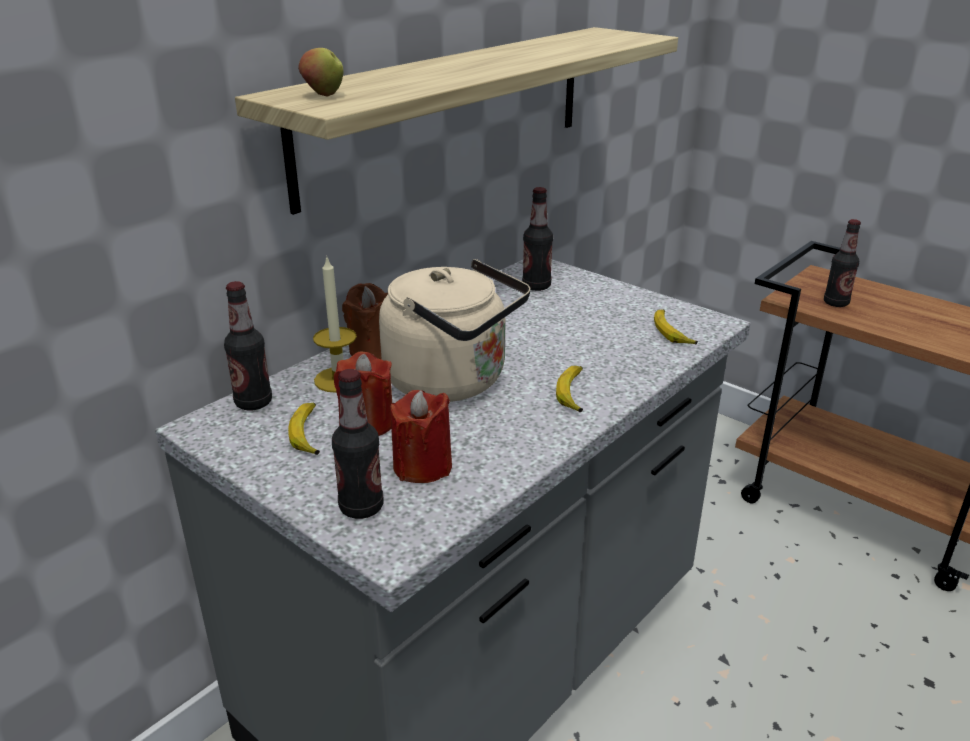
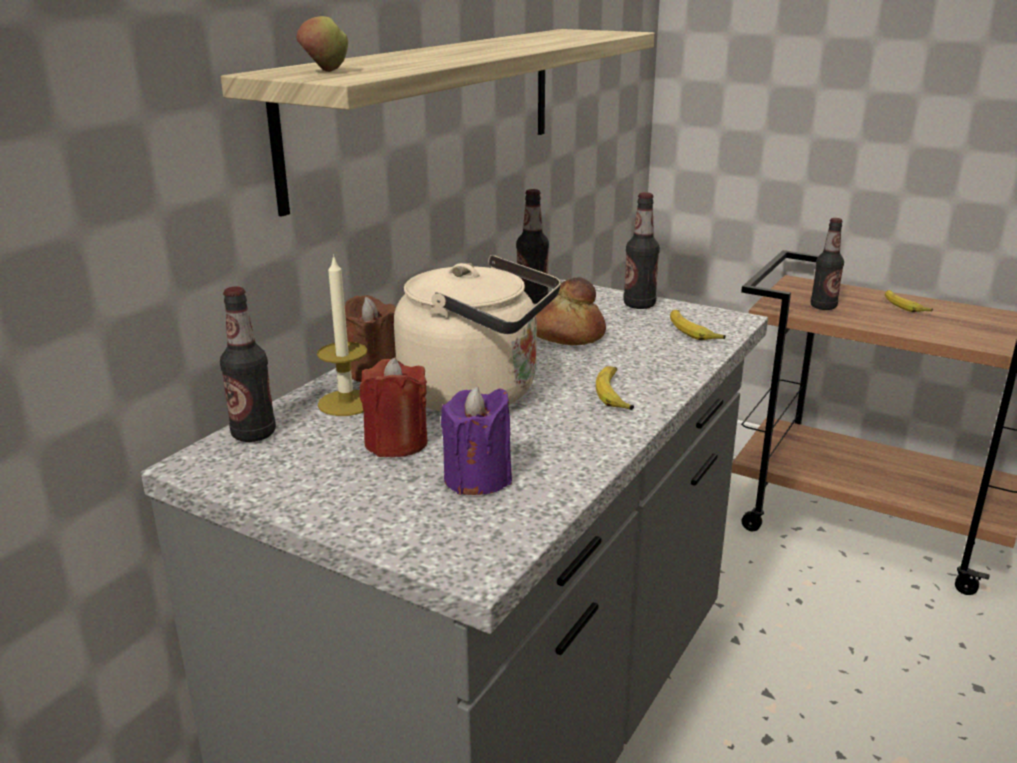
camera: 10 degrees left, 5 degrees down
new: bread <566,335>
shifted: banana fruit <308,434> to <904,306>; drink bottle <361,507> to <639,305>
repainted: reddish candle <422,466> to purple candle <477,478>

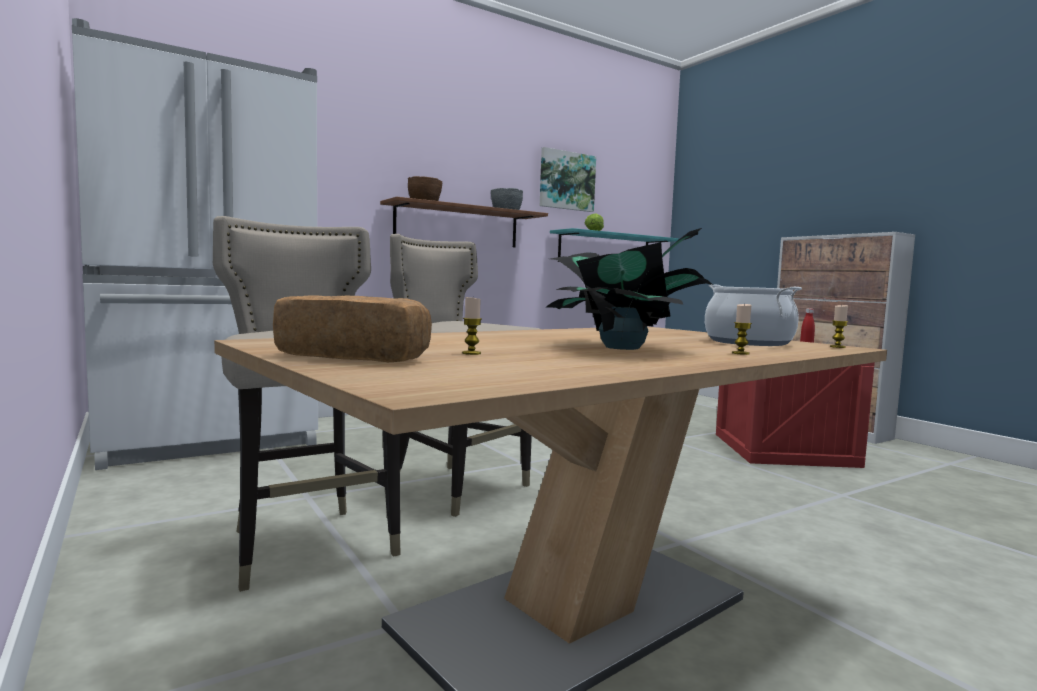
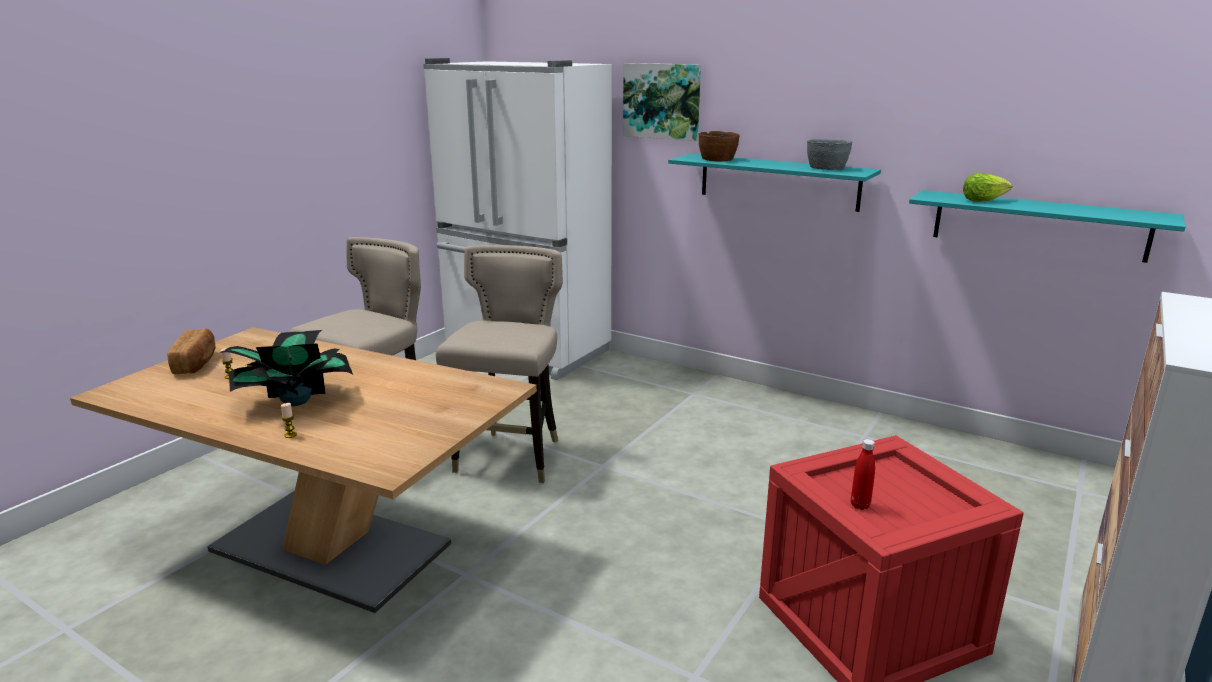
camera: 65 degrees right, 15 degrees up
gone: saucepot <748,342>; candle <837,347>
shifted: wall art <566,181> to <662,101>
repainted: brown-coloured shelf <457,226> to turquoise shelf <778,181>

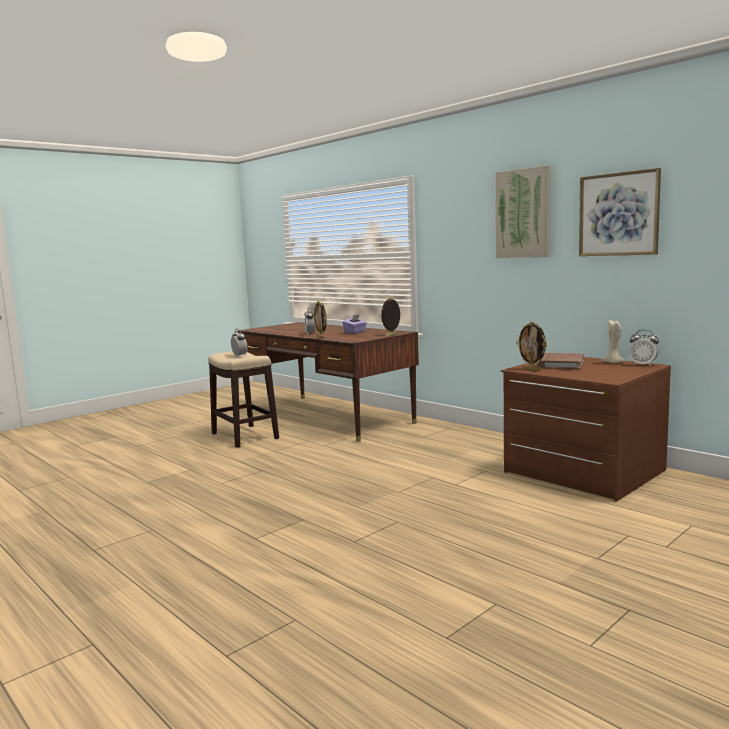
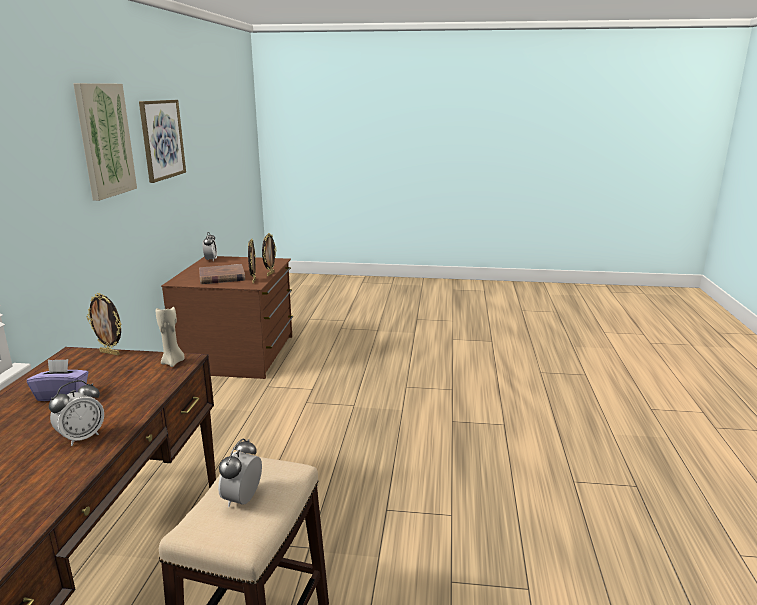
camera: 130 degrees left, 10 degrees up
shifted: standing frame <321,338> to <270,274>; beige-coloured candle <613,363> to <173,362>

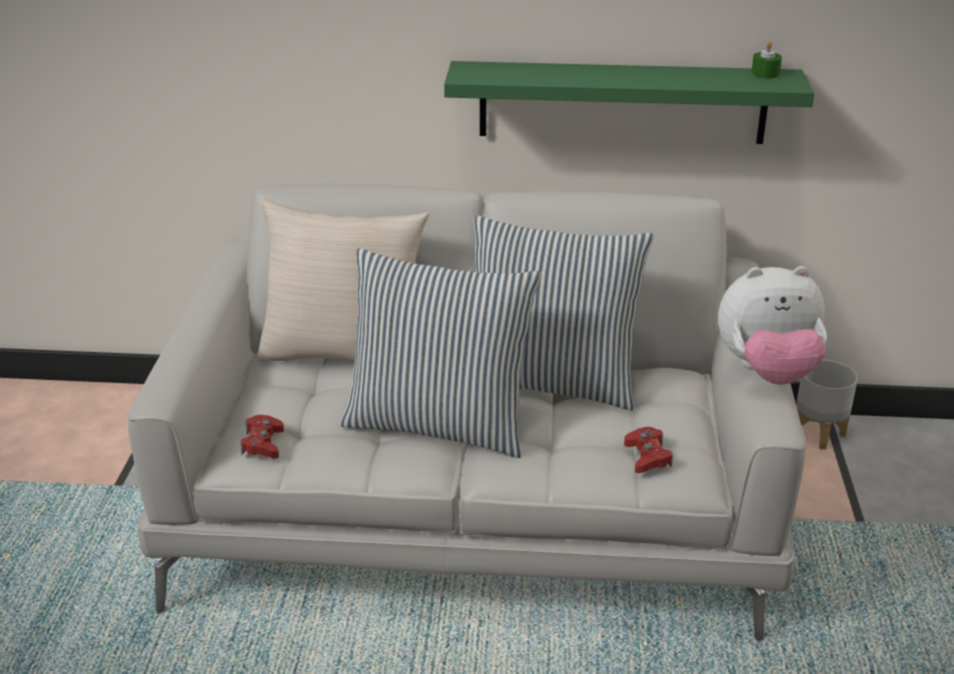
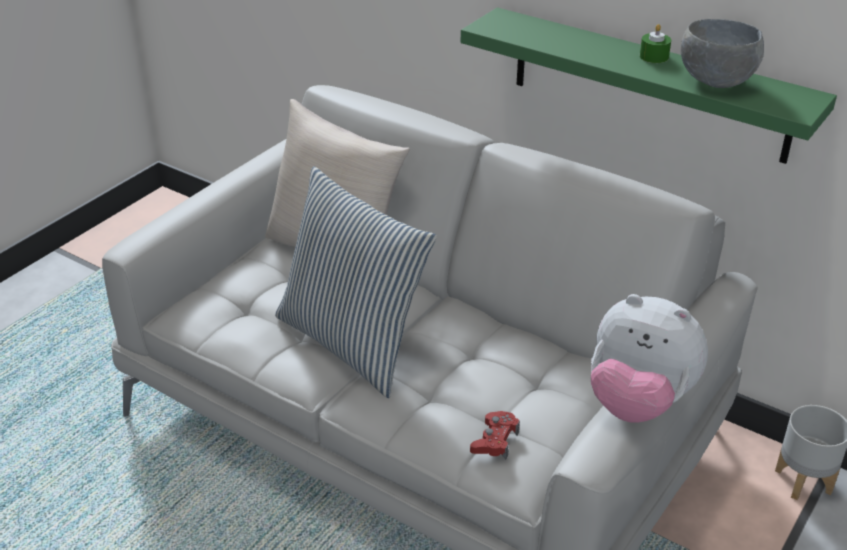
camera: 30 degrees right, 5 degrees up
gone: reddish game controller <263,443>; cushion <549,382>
new: gray bowl <716,82>
shifted: greenish candle <765,74> to <654,56>

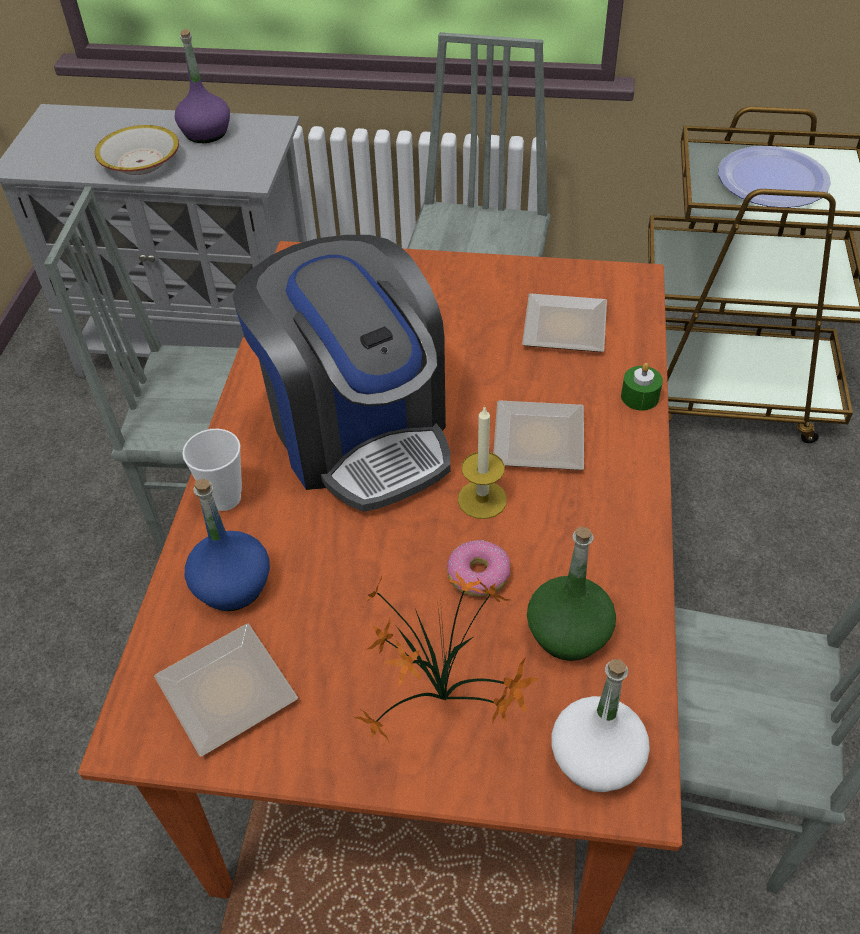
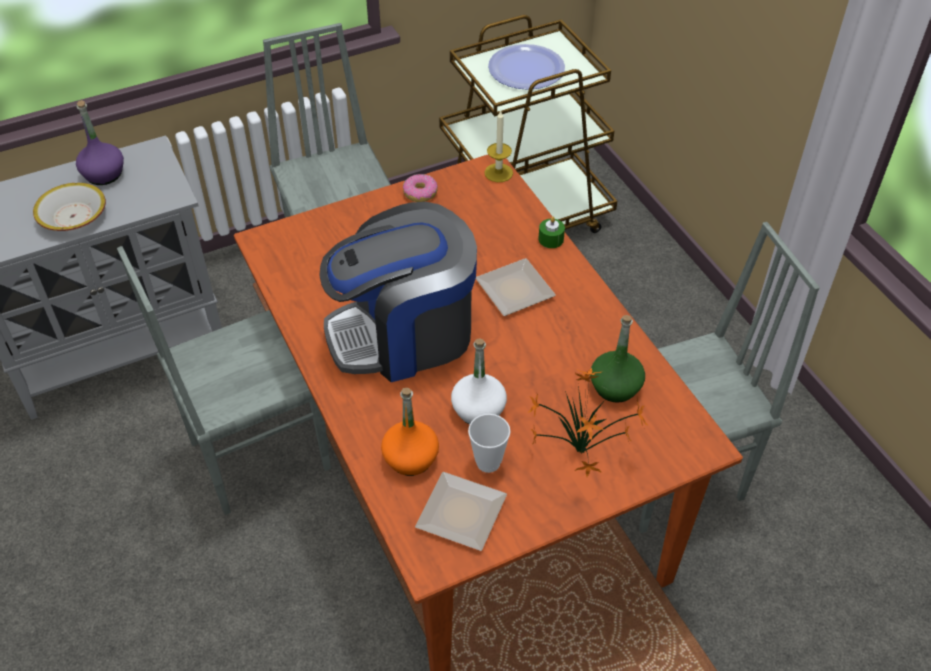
camera: 35 degrees left, 0 degrees up
gone: dinner plate <561,329>
shifted: drinking cup <225,498> to <488,462>; ring doughnut <478,575> to <420,193>; candle <482,499> to <498,173>; white drink bottle <596,757> to <478,410>
repainted: blue-coloured drink bottle <232,585> to orange drink bottle <410,458>
rotated: coffee brewer <358,431> = <404,334> 135 degrees clockwise

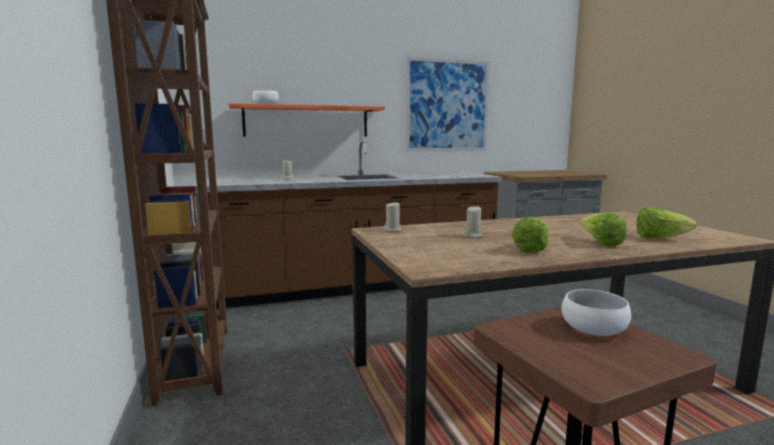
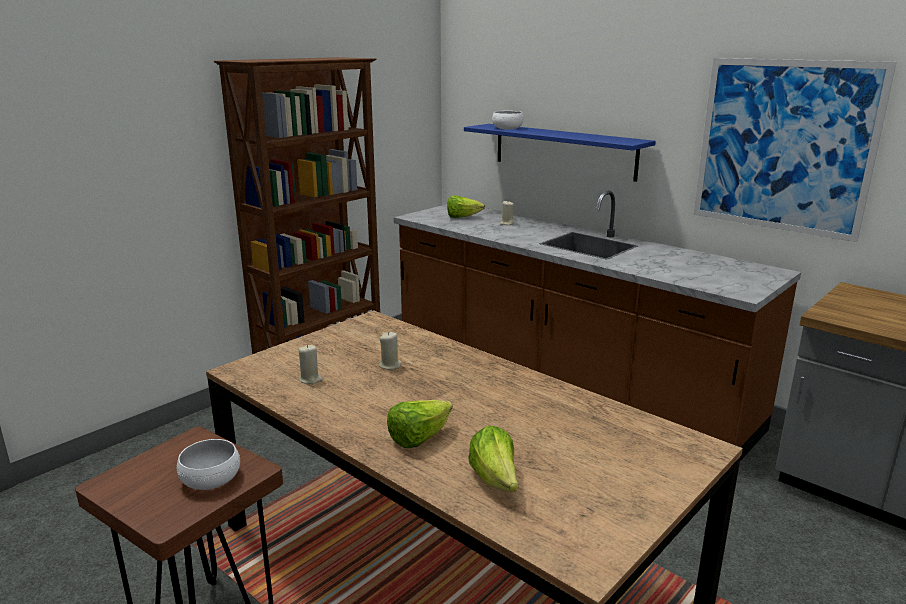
camera: 60 degrees right, 10 degrees up
shifted: beige-coloured candle <393,230> to <310,379>; head of lettuce <531,249> to <462,217>
repainted: orange shelf <307,121> to blue-coloured shelf <563,151>

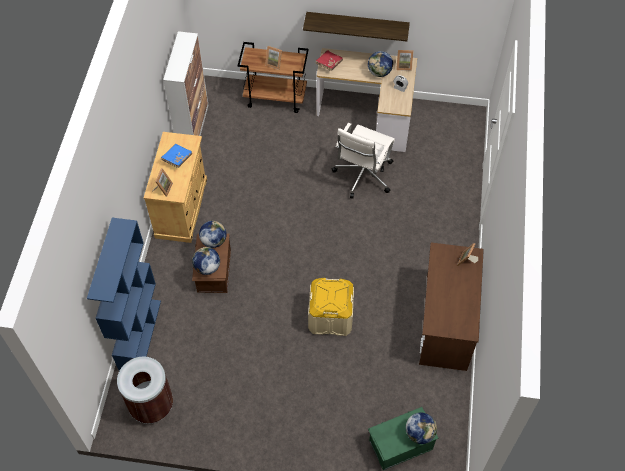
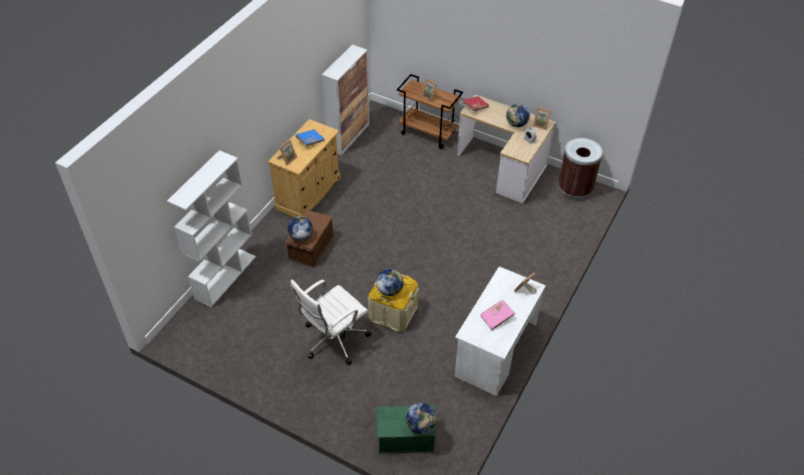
camera: 20 degrees right, 10 degrees down
gone: shelf <357,24>
new: pinkish volume <496,318>
shifted: brown-coloured trash can <151,405> to <575,189>; world globe <213,241> to <389,290>; white office chair <362,176> to <333,340>
repainted: blue-coloured bookcase <140,335> to white bookcase <225,277>; brown-coloured desk <446,322> to white desk <496,350>

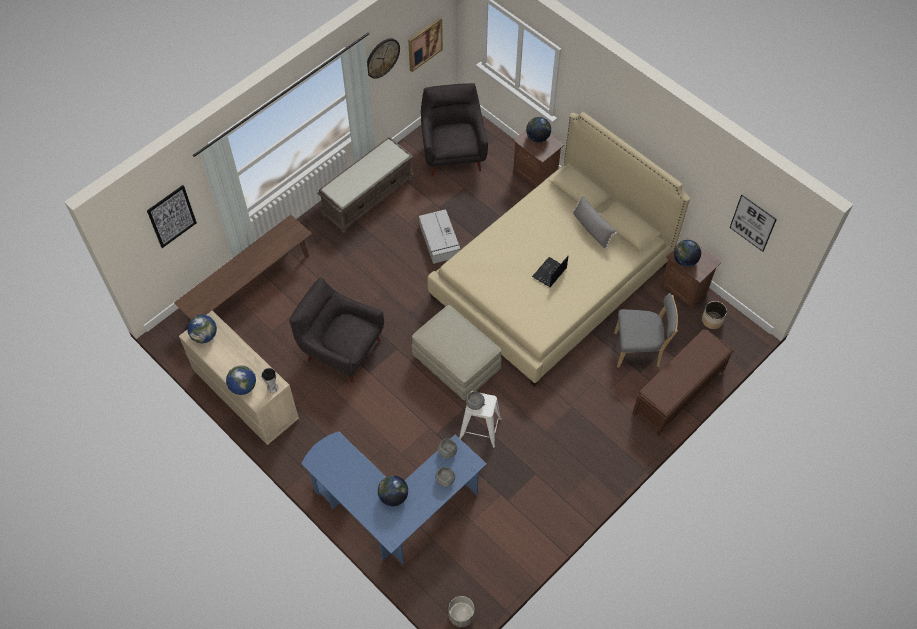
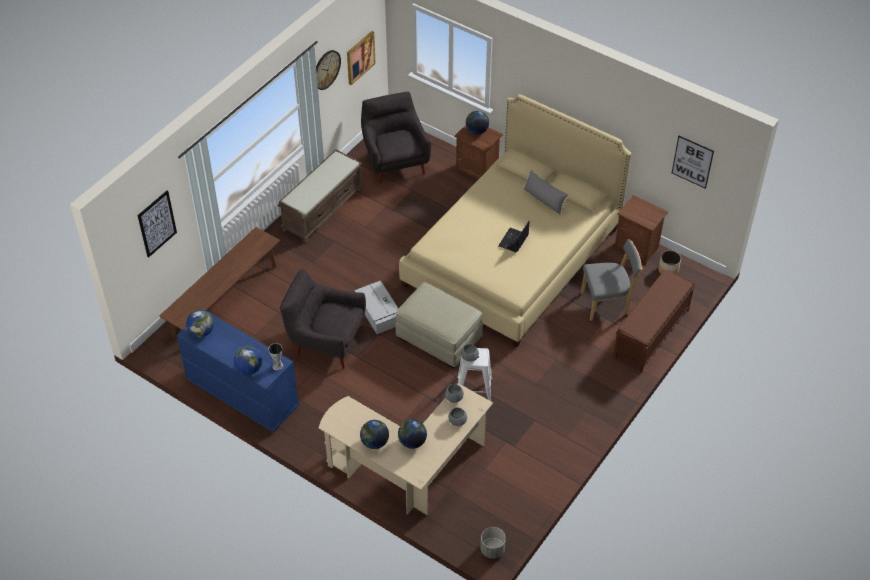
camera: 10 degrees left, 10 degrees down
shifted: gray storage container <439,241> to <379,312>; world globe <685,260> to <374,442>
repainted: beige-coloured chest of drawers <245,395> to blue-coloured chest of drawers <242,393>; blue-coloured desk <393,510> to beige-coloured desk <407,471>

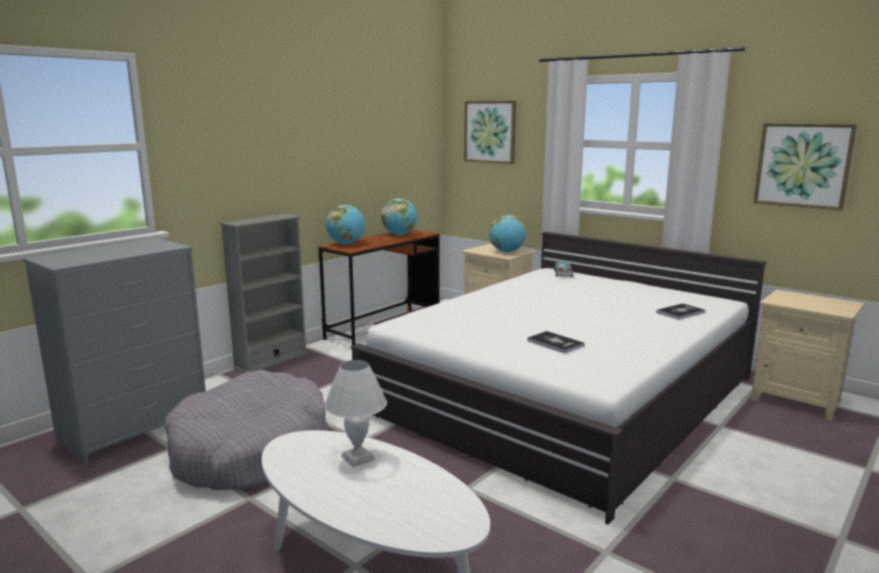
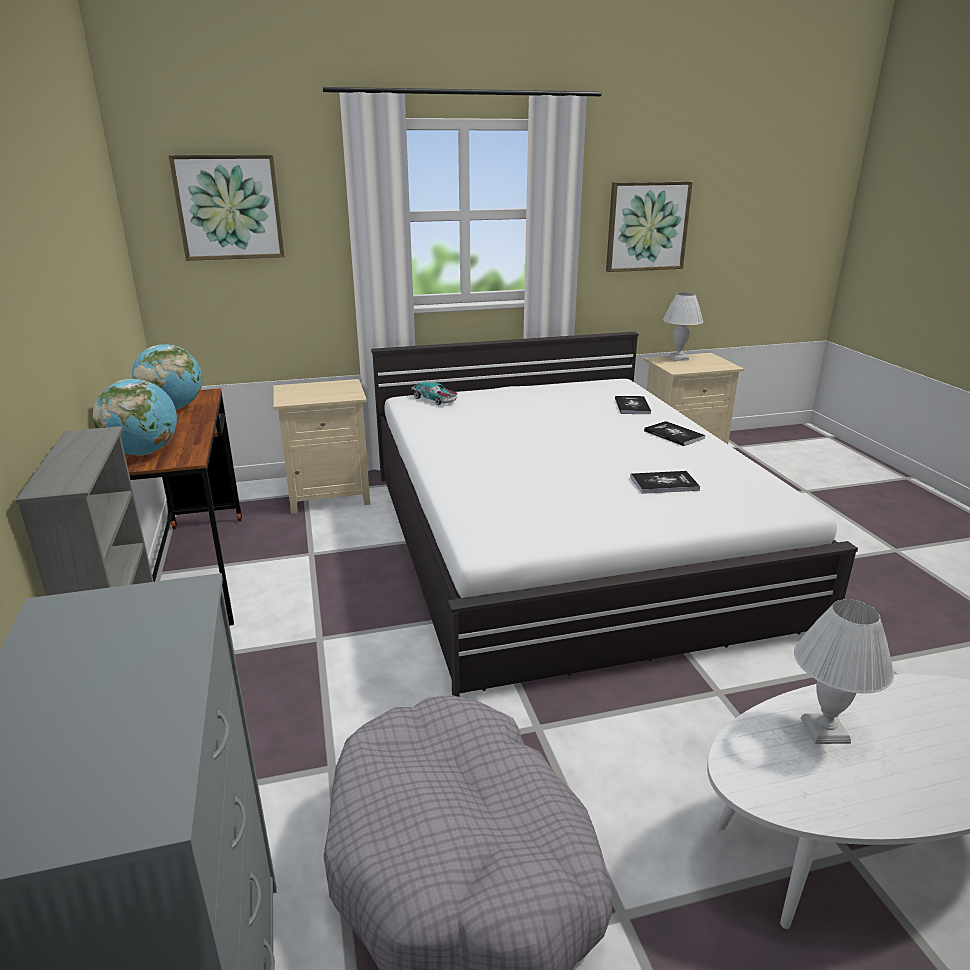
camera: 55 degrees left, 10 degrees up
gone: world globe <507,252>
new: volume <674,435>; white lamp for a table <679,358>

